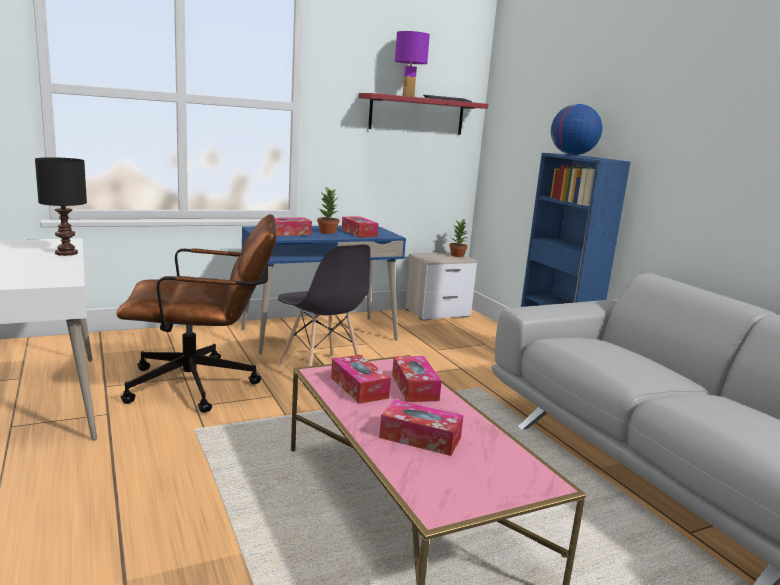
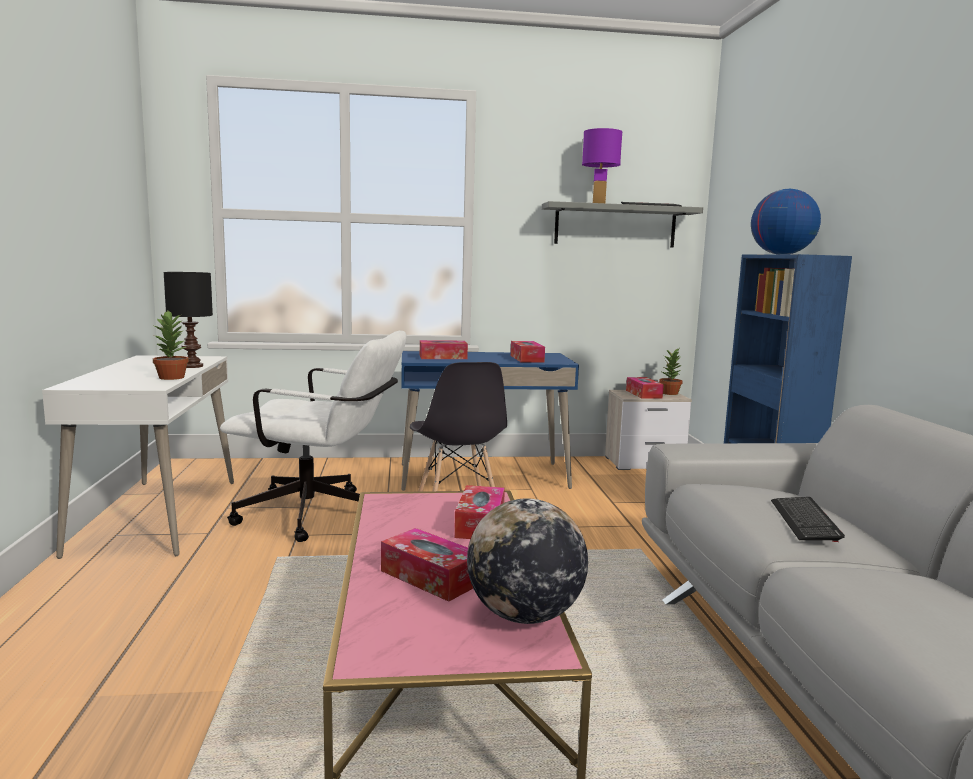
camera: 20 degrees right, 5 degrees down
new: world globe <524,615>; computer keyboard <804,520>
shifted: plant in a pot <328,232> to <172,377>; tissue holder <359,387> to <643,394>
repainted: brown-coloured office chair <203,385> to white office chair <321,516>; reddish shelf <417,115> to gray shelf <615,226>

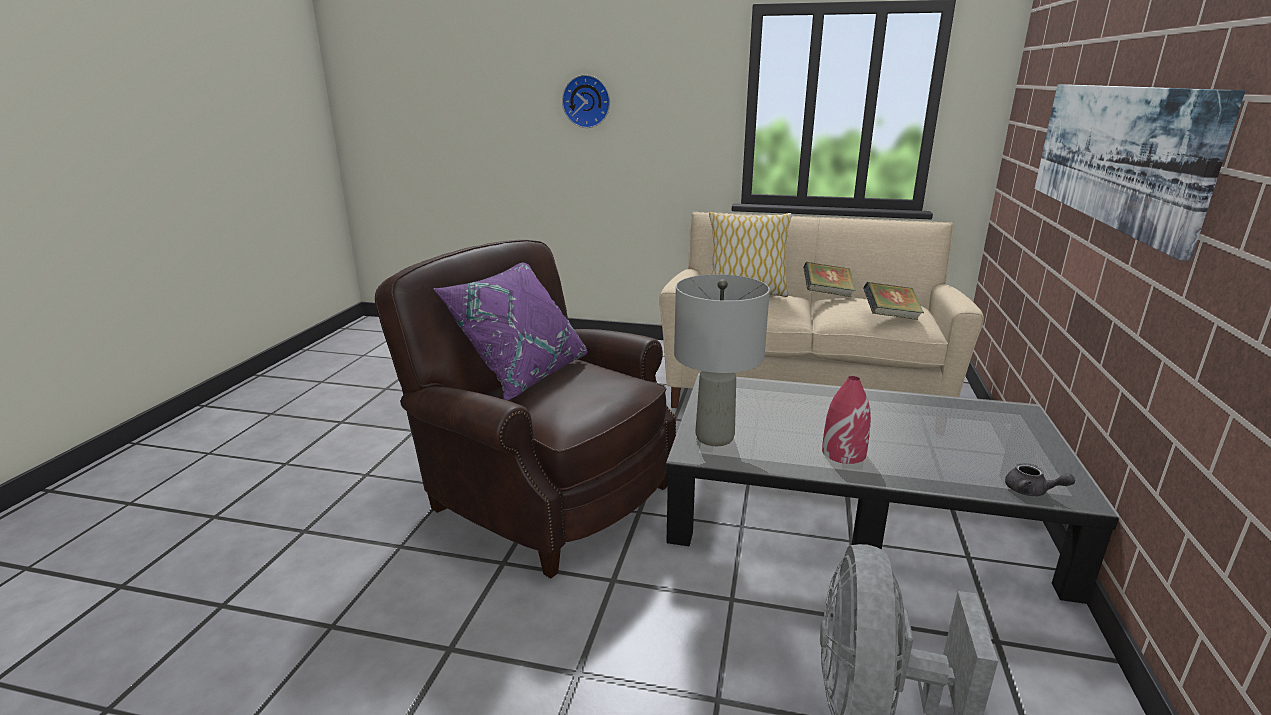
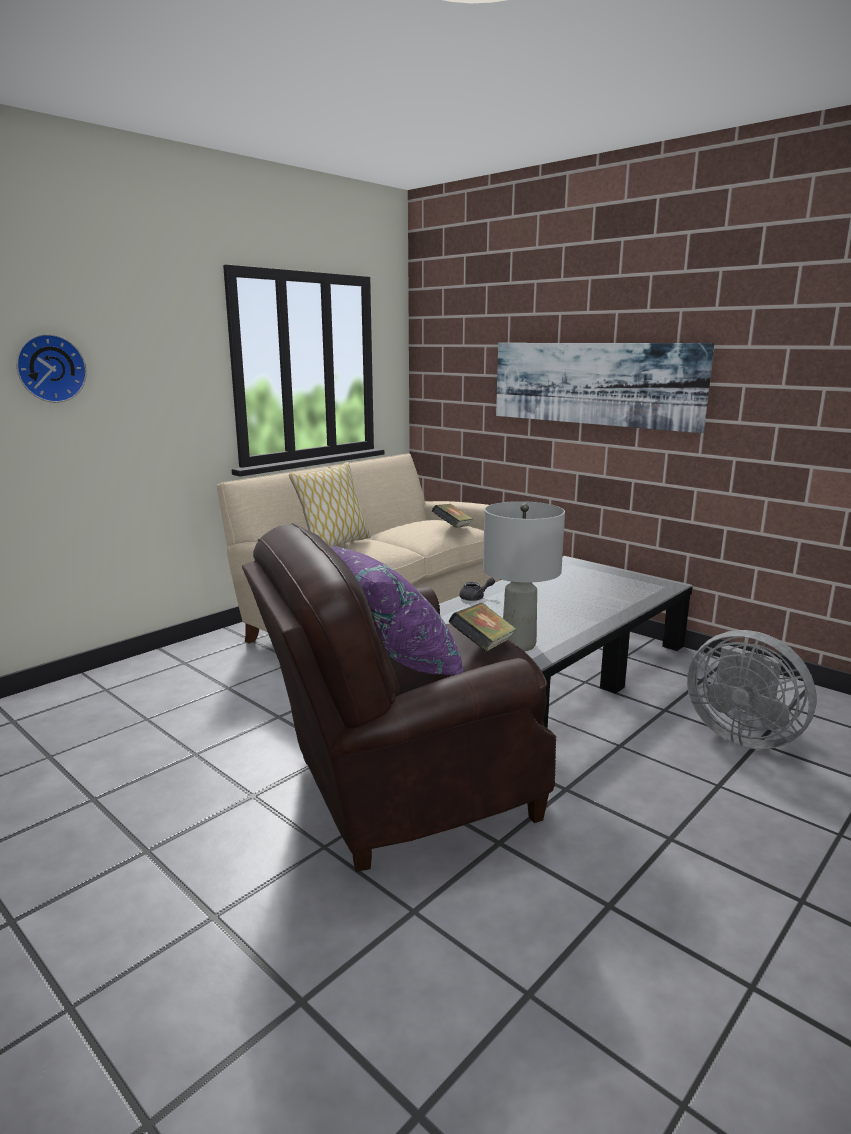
camera: 60 degrees left, 5 degrees down
gone: reddish vase <843,452>
shifted: volume <827,294> to <483,647>; gray teapot <1031,491> to <475,598>

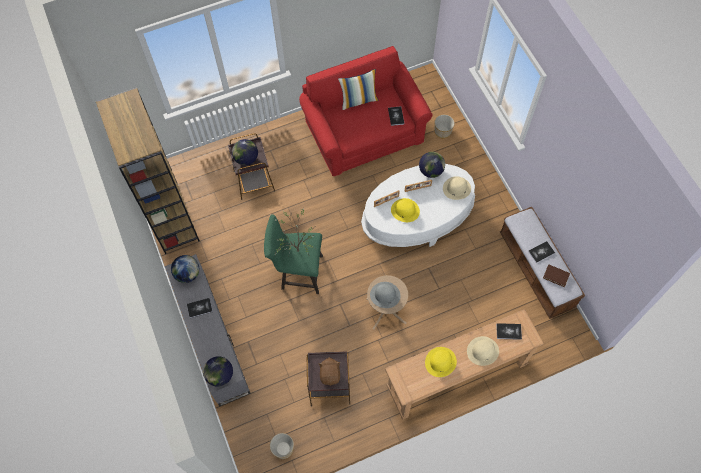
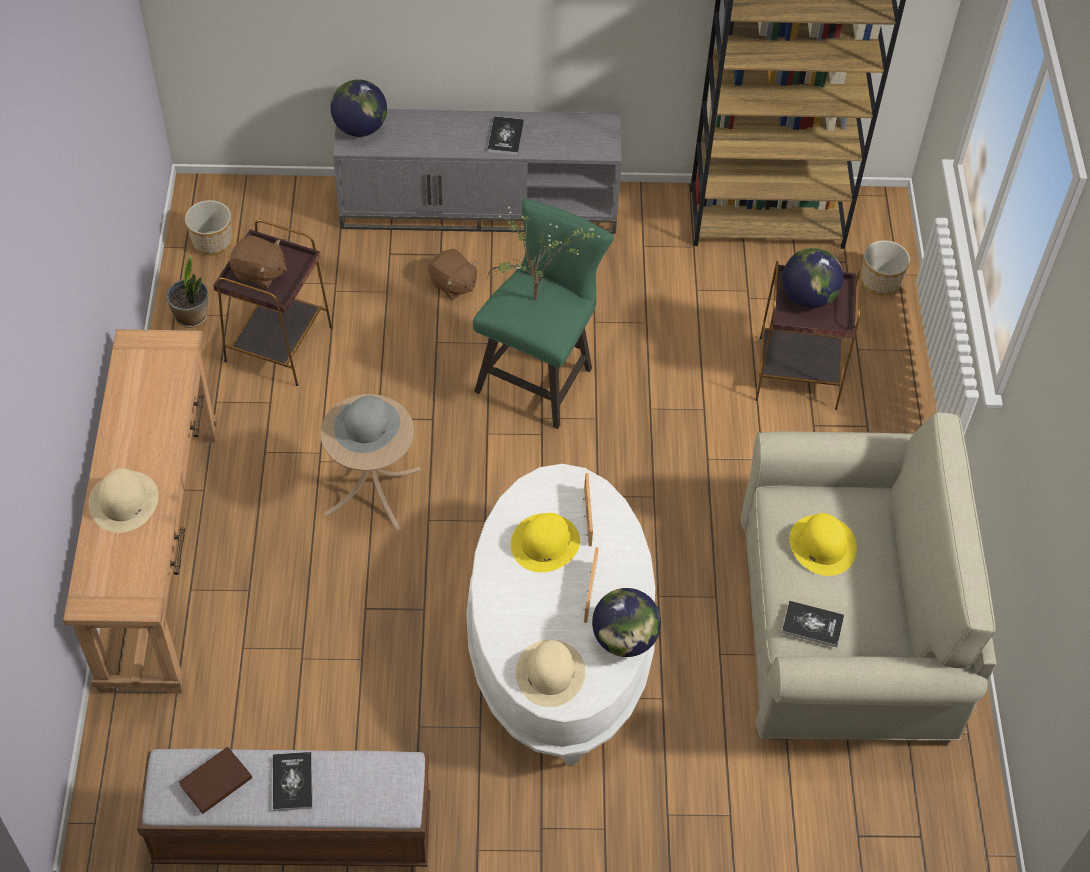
camera: 110 degrees right, 10 degrees down
gone: world globe <187,274>; cushion <358,100>; volume <508,331>
new: plant in a pot <192,316>; brown-coloured cuddly toy <453,285>
shifted: yellowish hat <440,362> to <822,544>; plant pot <443,132> to <879,282>
repainted: reddish couch <364,133> to beige-coloured couch <844,627>

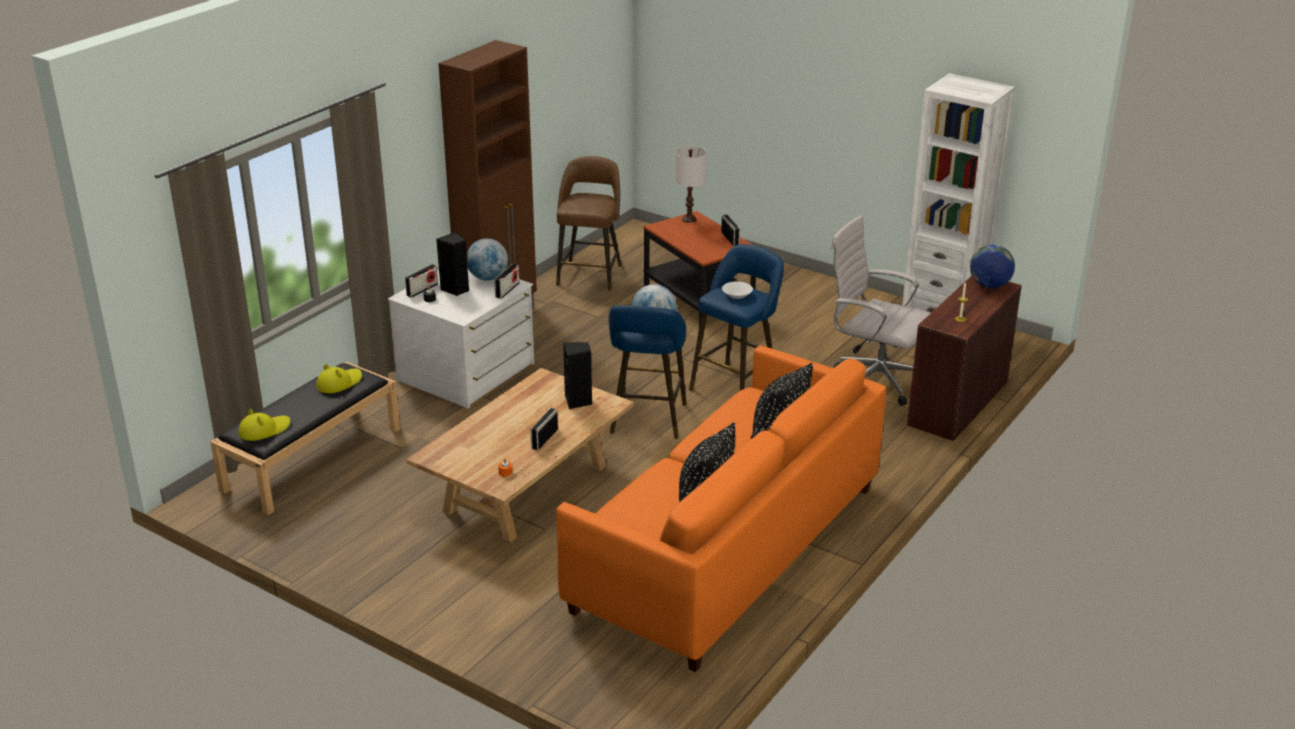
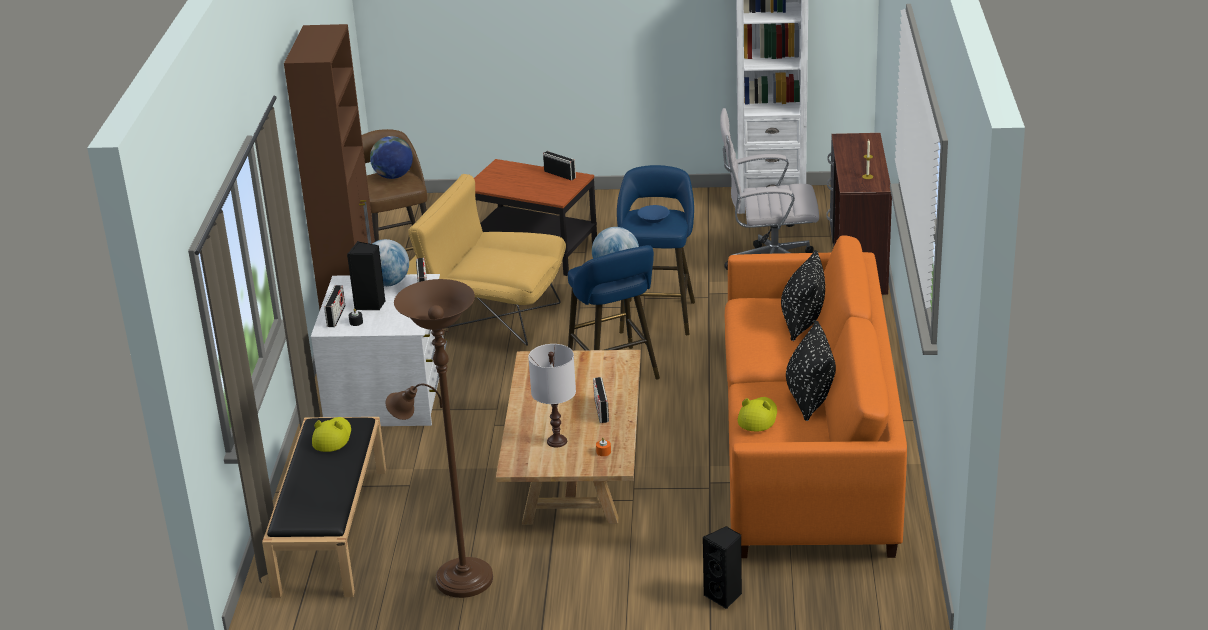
camera: 30 degrees left, 0 degrees up
new: brown-coloured standing lamp <457,577>; yellowish armchair <482,314>
shifted: yellowish hat <264,430> to <757,417>; black audio speaker <578,401> to <724,596>; white lamp for a table <689,219> to <557,441>; world globe <989,285> to <393,176>
repainted: white bowl <736,294> to blue-coloured bowl <653,219>

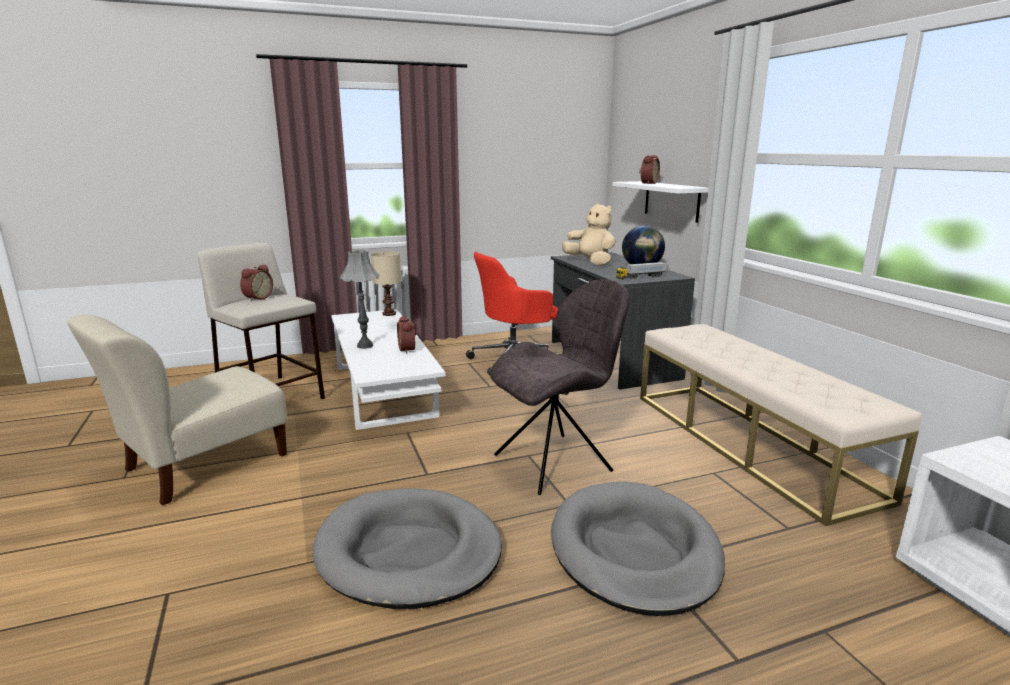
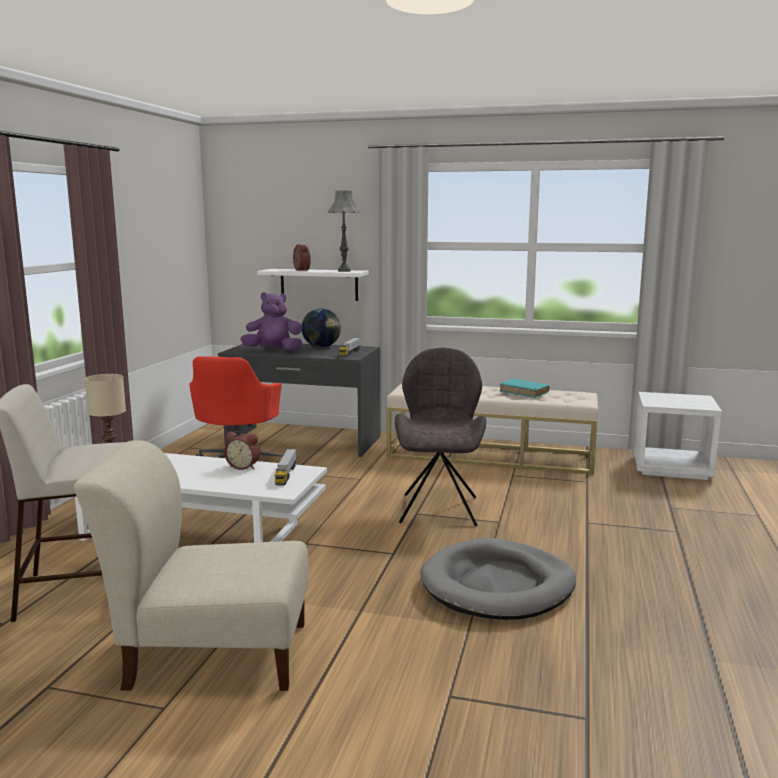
camera: 55 degrees left, 5 degrees down
gone: table clock <257,298>; gray dog cushion <634,551>
new: toy lorry <286,474>; turquoise volume <524,393>
shifted: gray lamp for a table <365,346> to <344,271>
repainted: beige-coloured cuddly toy <590,263> to purple cuddly toy <273,351>
rotated: beige-coloured plain chair <201,465> = <210,654> 105 degrees clockwise

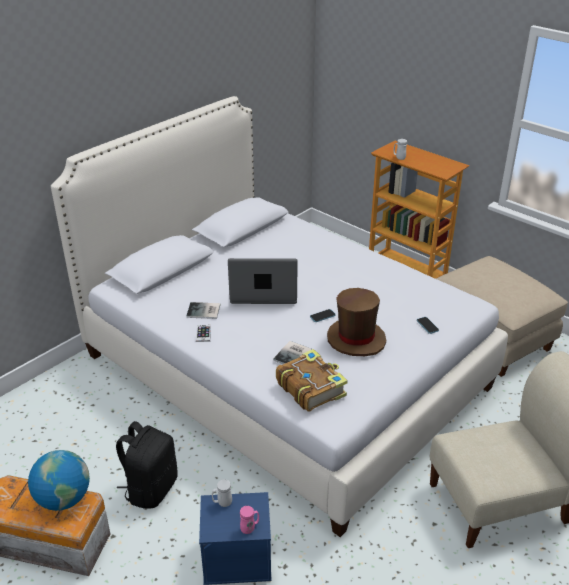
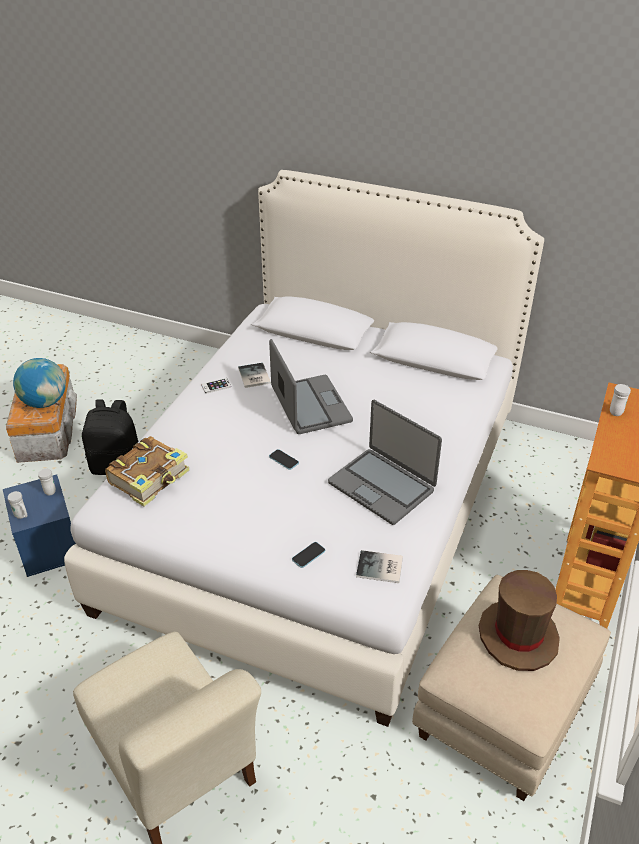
camera: 70 degrees right, 5 degrees up
new: portable computer <382,486>
shifted: volume <294,355> to <380,568>; brown-coloured hat <356,339> to <518,636>
repainted: pinkish mug <250,528> to white mug <22,516>

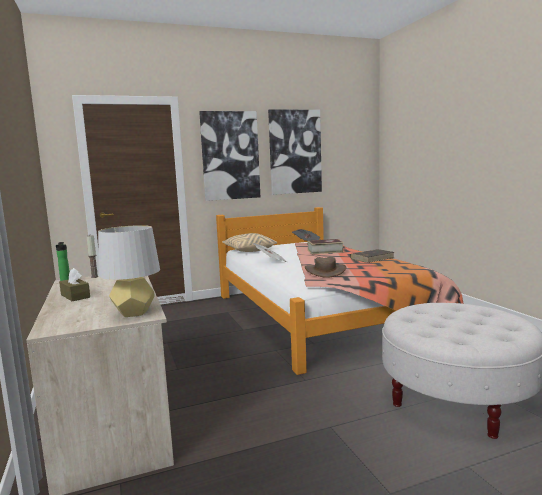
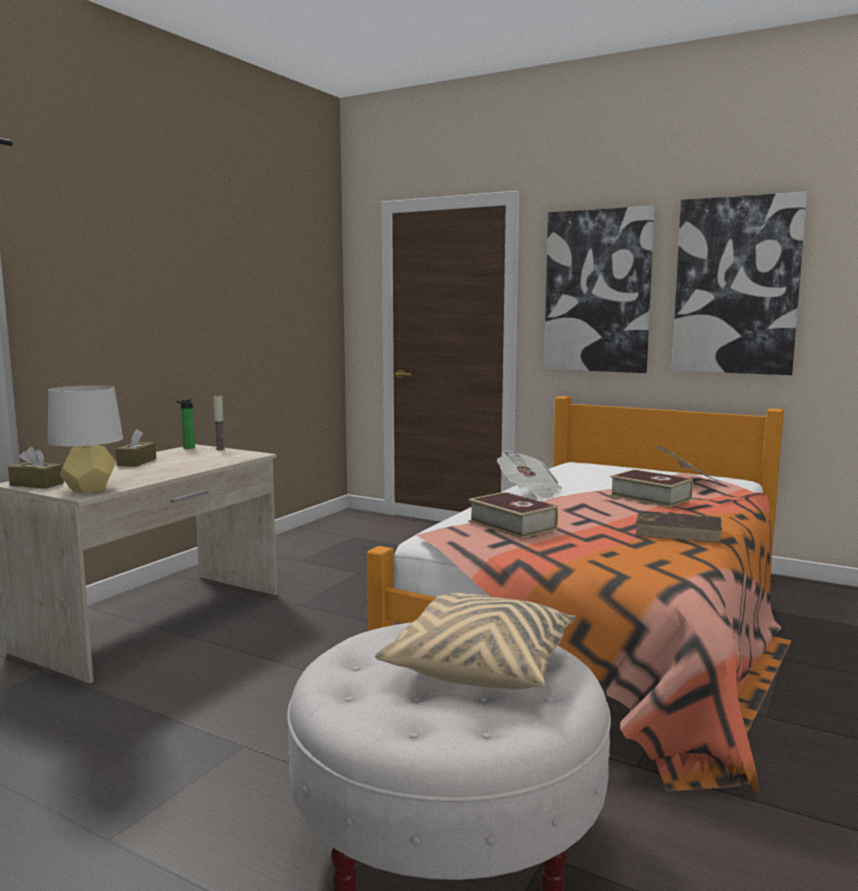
camera: 50 degrees right, 0 degrees up
new: brown-coloured tissue holder <36,484>
shifted: beige-coloured cushion <249,250> to <481,664>
swapped: brown-coloured hat <325,271> to volume <512,525>

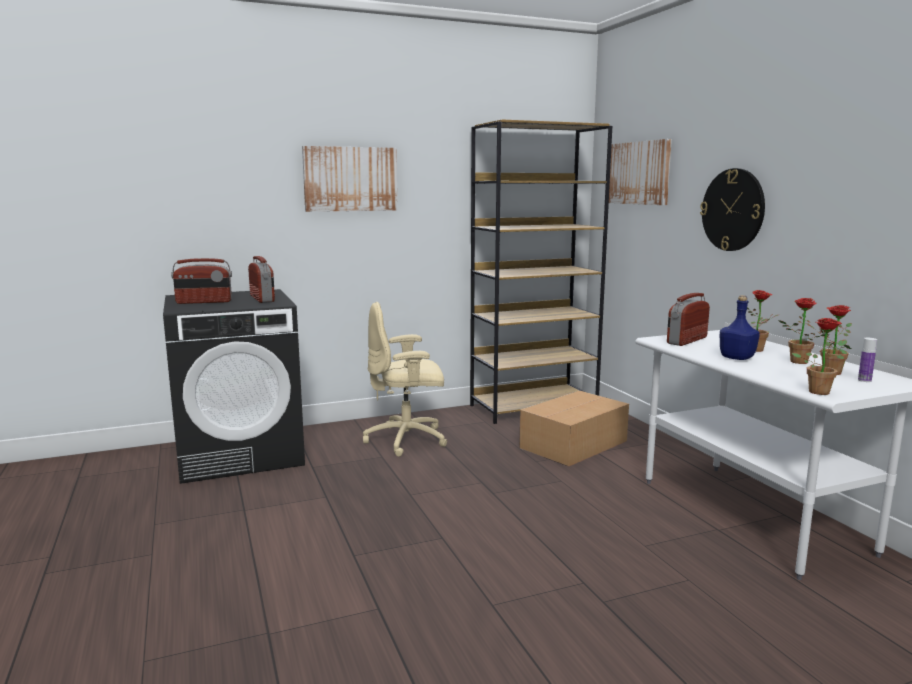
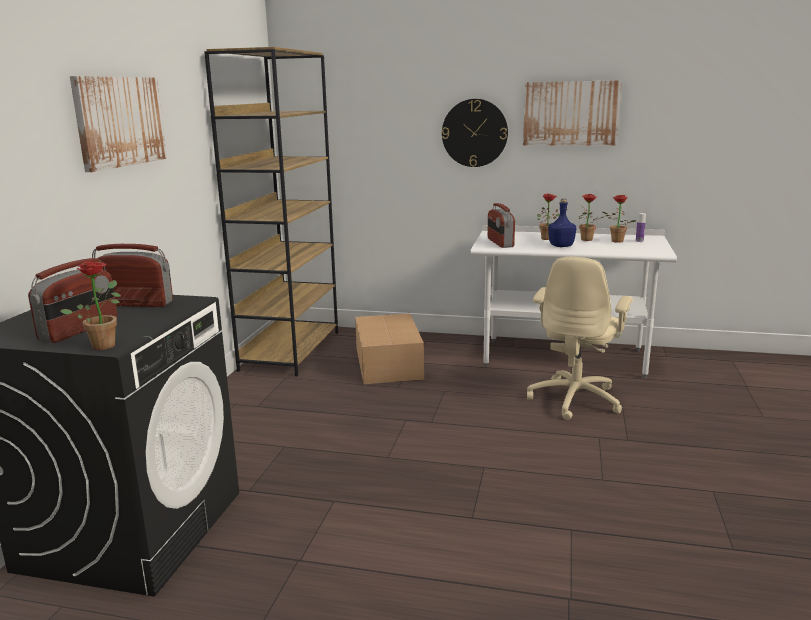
camera: 55 degrees left, 5 degrees up
shifted: beige-coloured office chair <407,440> to <575,399>; wall art <639,173> to <571,113>; plant in a pot <820,391> to <105,344>

